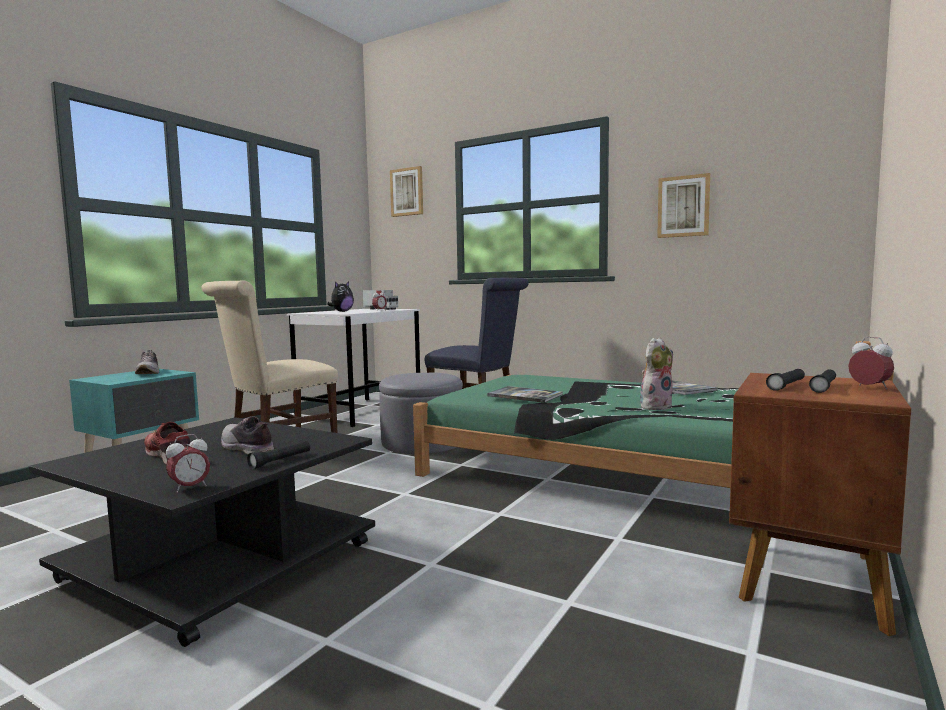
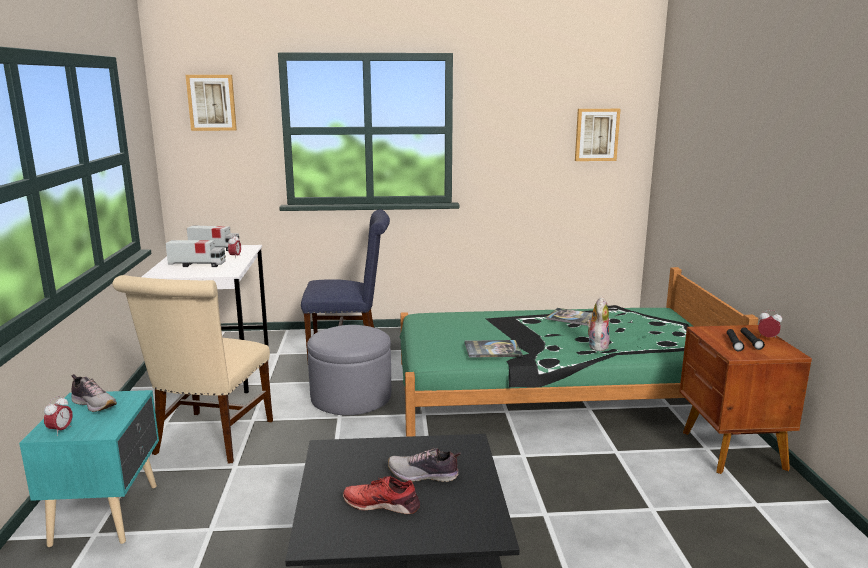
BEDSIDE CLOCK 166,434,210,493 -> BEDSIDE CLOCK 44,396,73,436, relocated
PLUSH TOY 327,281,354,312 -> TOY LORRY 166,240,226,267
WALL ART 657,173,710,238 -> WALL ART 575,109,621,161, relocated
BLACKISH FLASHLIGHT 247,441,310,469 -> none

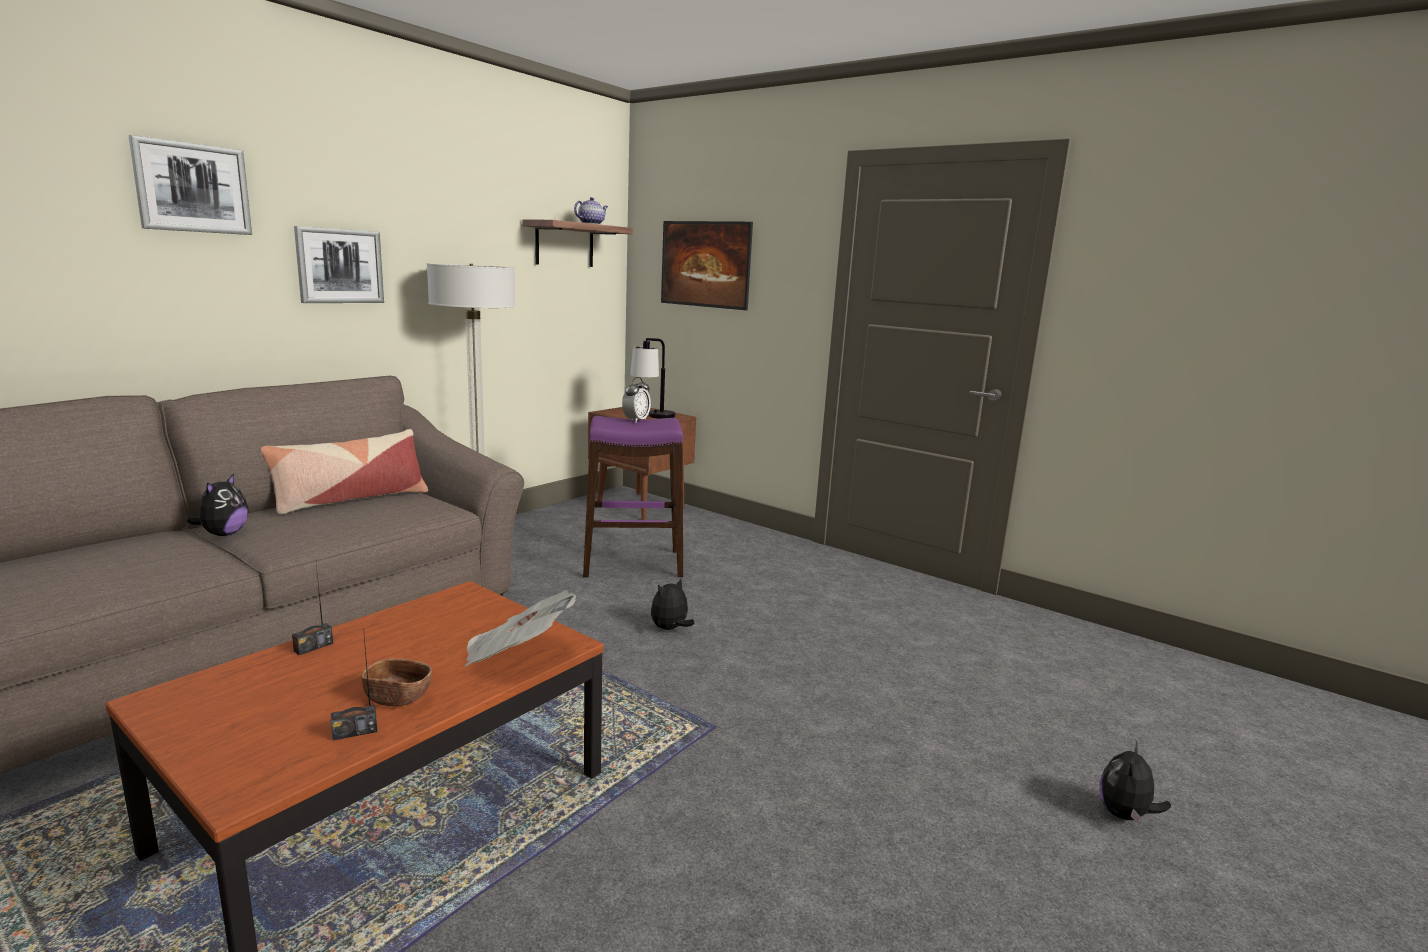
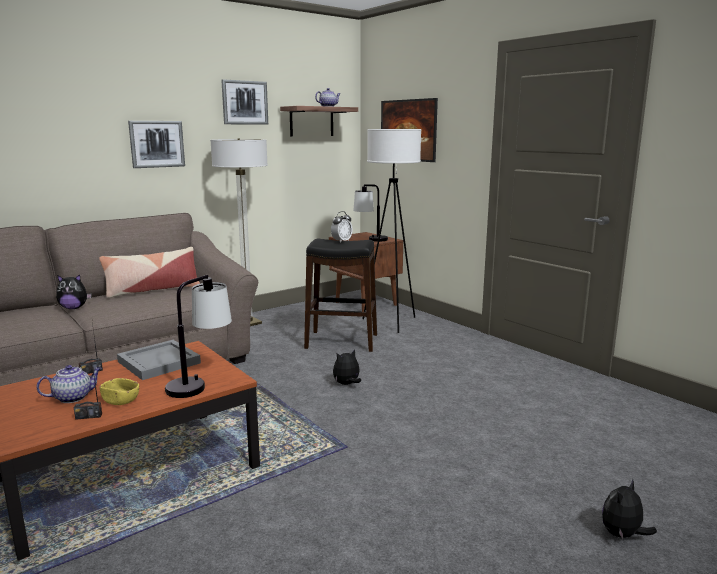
none -> TEA POT 36,365,102,403
PLUSH TOY 186,473,249,536 -> PLUSH TOY 56,274,92,309, 60 degrees clockwise
BROWN BOWL 361,658,432,706 -> YELLOW-COLOURED BOWL 100,378,139,405
none -> GREY SERVING TRAY 117,340,201,380
PRINTED PAPER 464,590,576,666 -> LAMP FOR A TABLE 165,275,232,398
WALL ART 129,135,252,235 -> WALL ART 221,79,268,125, relocated
PURPLISH STOOL SEAT 583,416,683,578 -> BLACKISH STOOL SEAT 304,238,377,352
none -> WHITISH STANDING LAMP 362,129,422,333

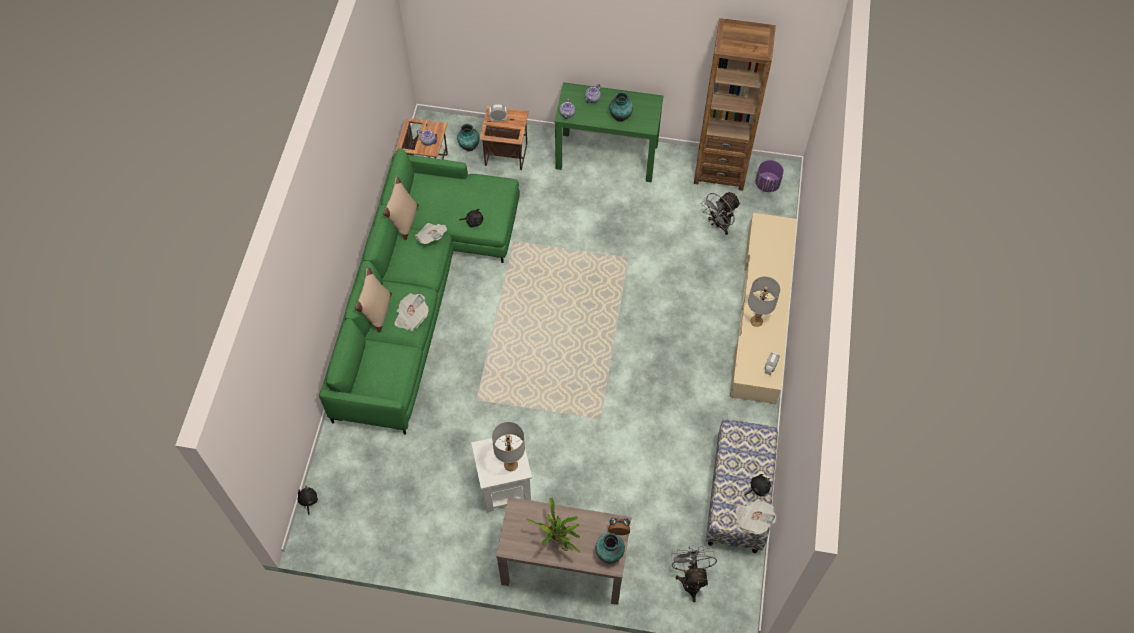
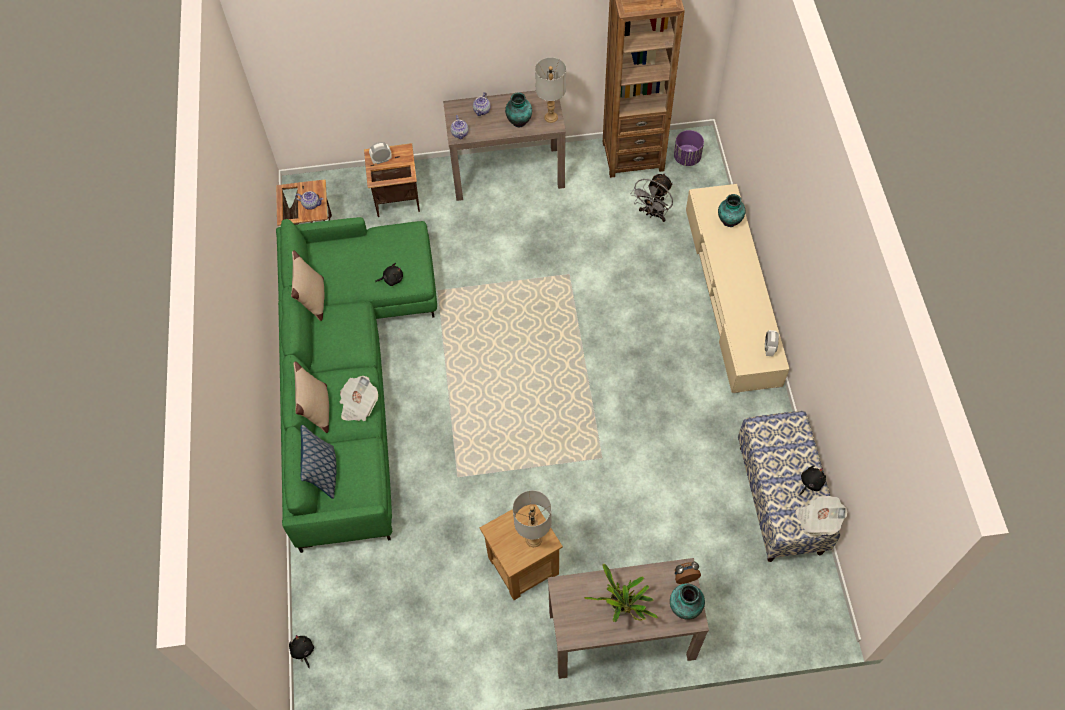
none -> THROW PILLOW 301,425,337,499
GREENISH CONSOLE TABLE 554,82,664,183 -> BROWN CONSOLE TABLE 443,90,566,201
WHITISH END TABLE 471,434,532,512 -> BROWN END TABLE 480,504,563,600
GREY LAMP FOR A TABLE 748,276,780,327 -> GREY LAMP FOR A TABLE 535,57,566,123, relocated
VASE 457,124,480,152 -> VASE 718,194,745,227, relocated
PRINTED PAPER 415,223,448,244 -> none
GREY ELECTRIC FAN 671,546,717,602 -> none

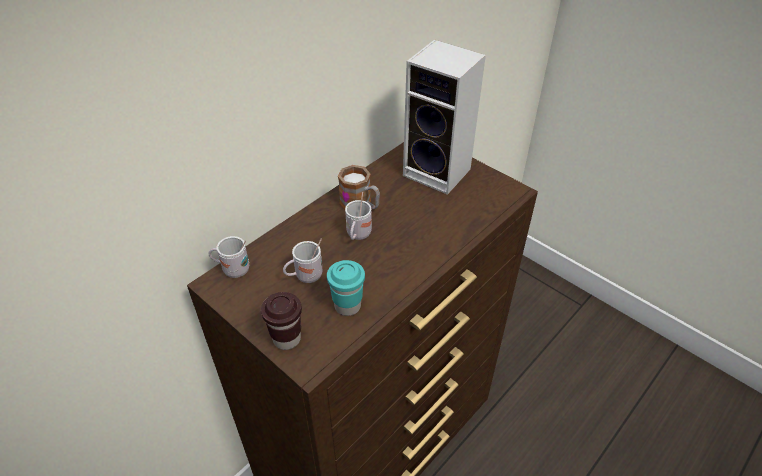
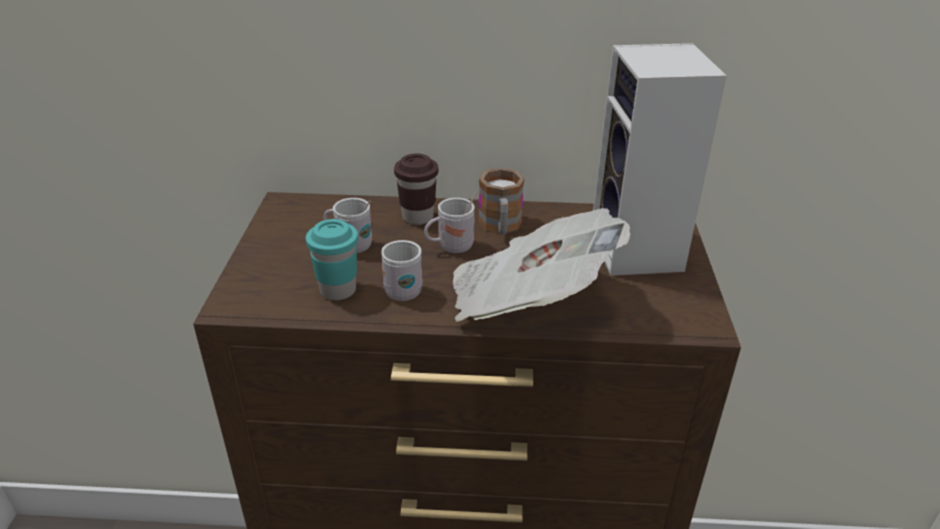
WHITISH COFFEE MUG 209,236,249,278 -> WHITISH COFFEE MUG 381,240,423,301, relocated
BROWN DRINKING CUP 261,292,302,350 -> BROWN DRINKING CUP 394,153,438,225, relocated
none -> PRINTED PAPER 453,208,631,322

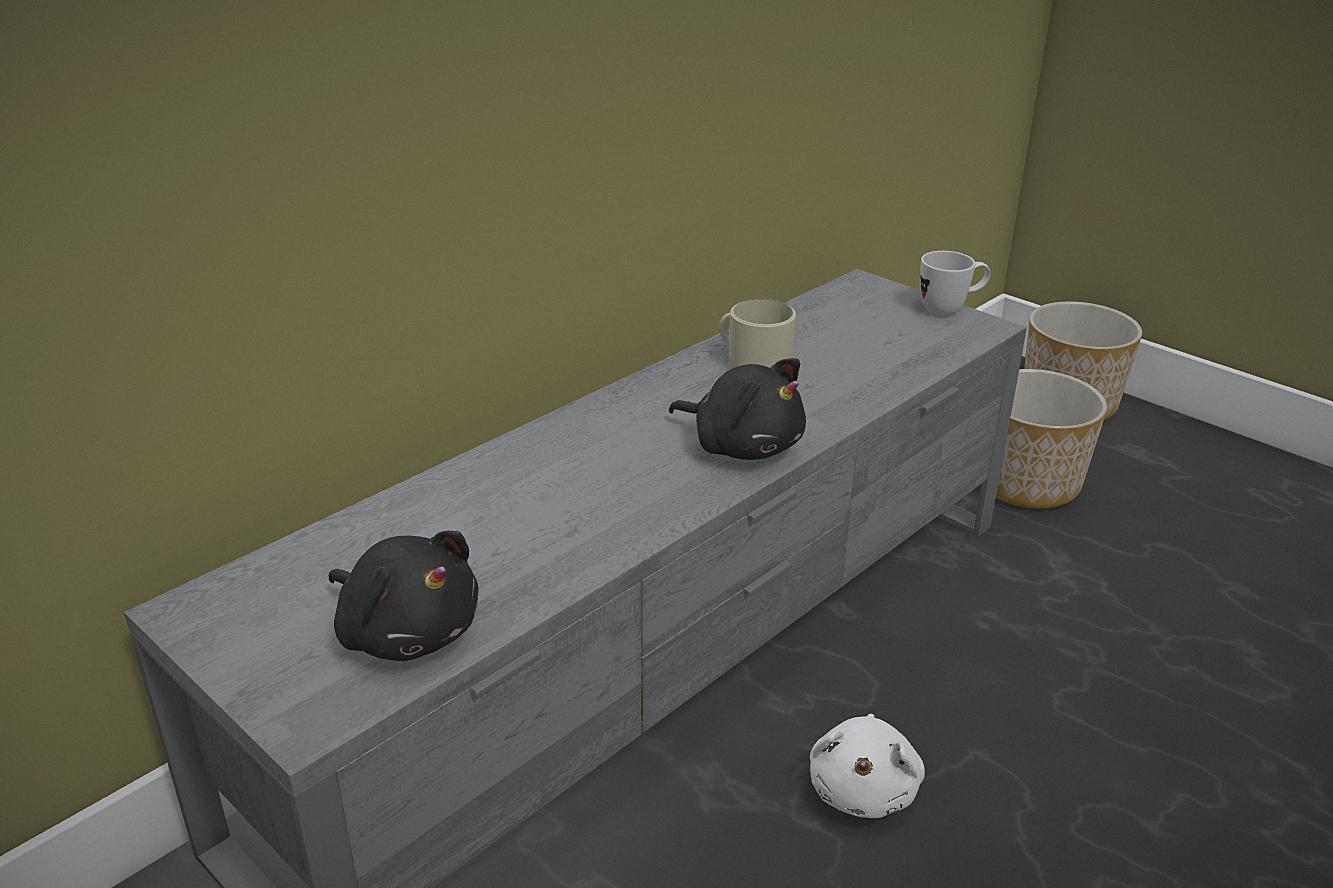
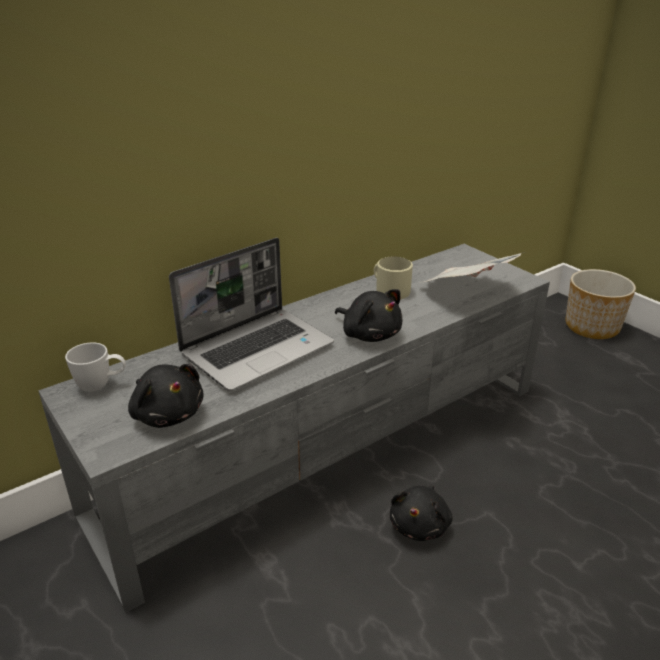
WHITISH COFFEE MUG 920,251,991,315 -> WHITISH COFFEE MUG 65,342,126,392, relocated
none -> NOTEBOOK COMPUTER 169,238,334,391
WHITISH PLUSH TOY 810,714,925,818 -> BLACKISH PLUSH TOY 390,485,453,541
none -> PRINTED PAPER 421,252,525,283
PLANT POT 996,369,1107,509 -> none

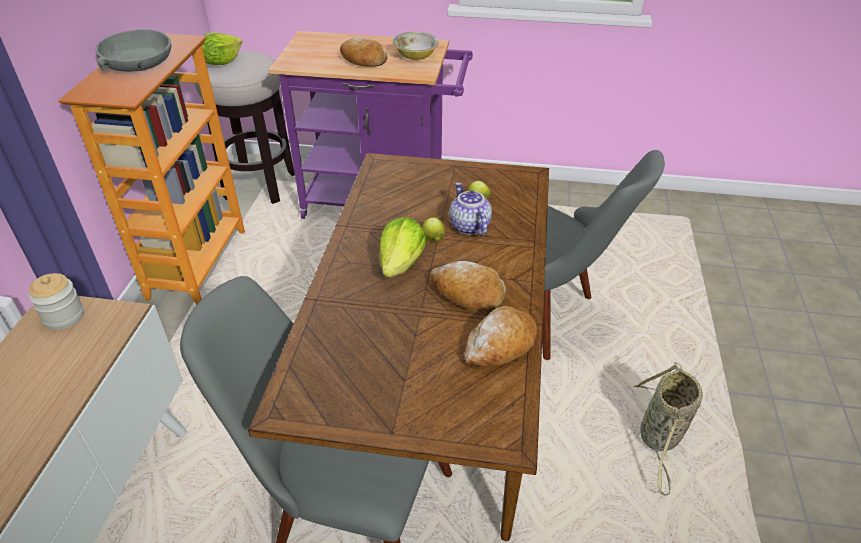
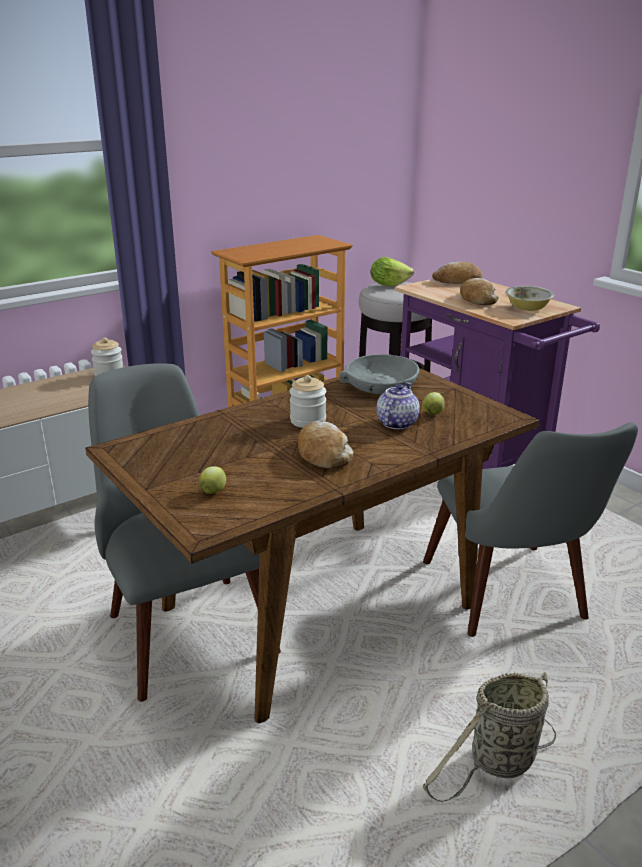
WHOLE APPLE 422,217,445,242 -> WHOLE APPLE 199,466,226,494, relocated
HEAD OF LETTUCE 379,217,426,277 -> JAR 289,375,326,428
GREY BOWL 96,29,171,72 -> GREY BOWL 340,354,419,394, relocated
BREAD 465,306,537,367 -> BREAD 432,262,482,284, relocated

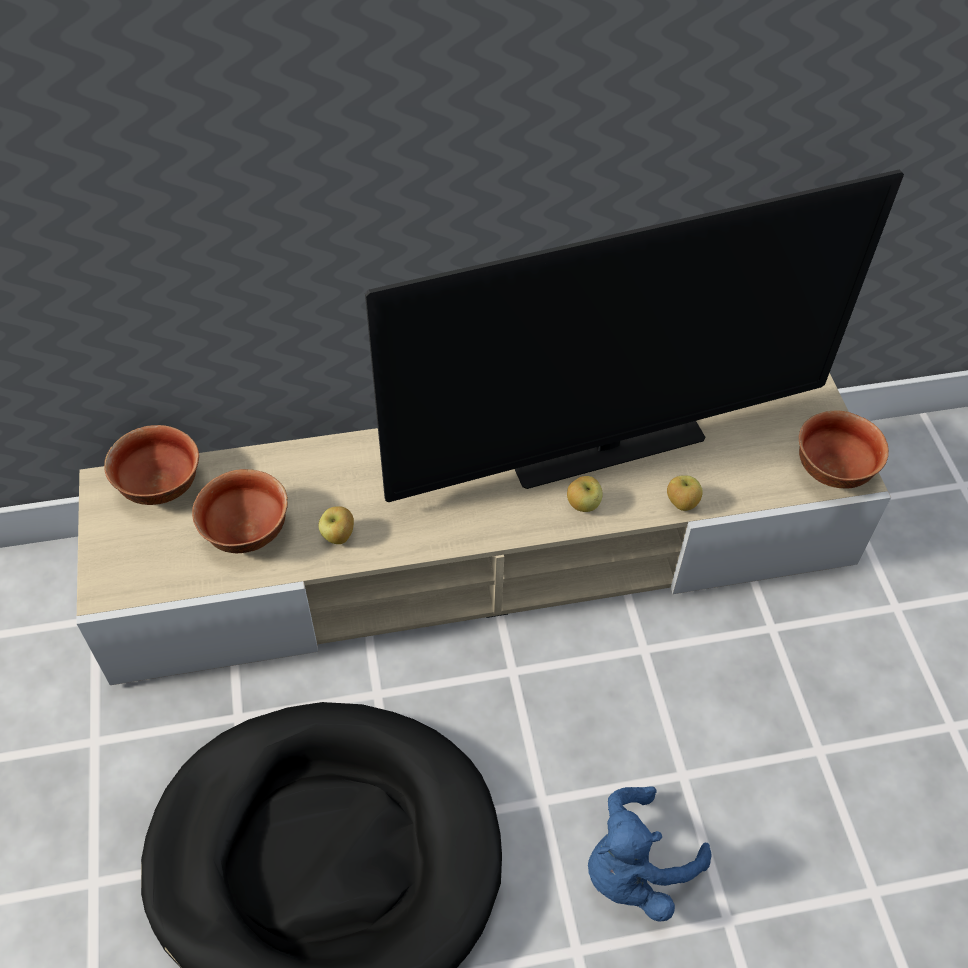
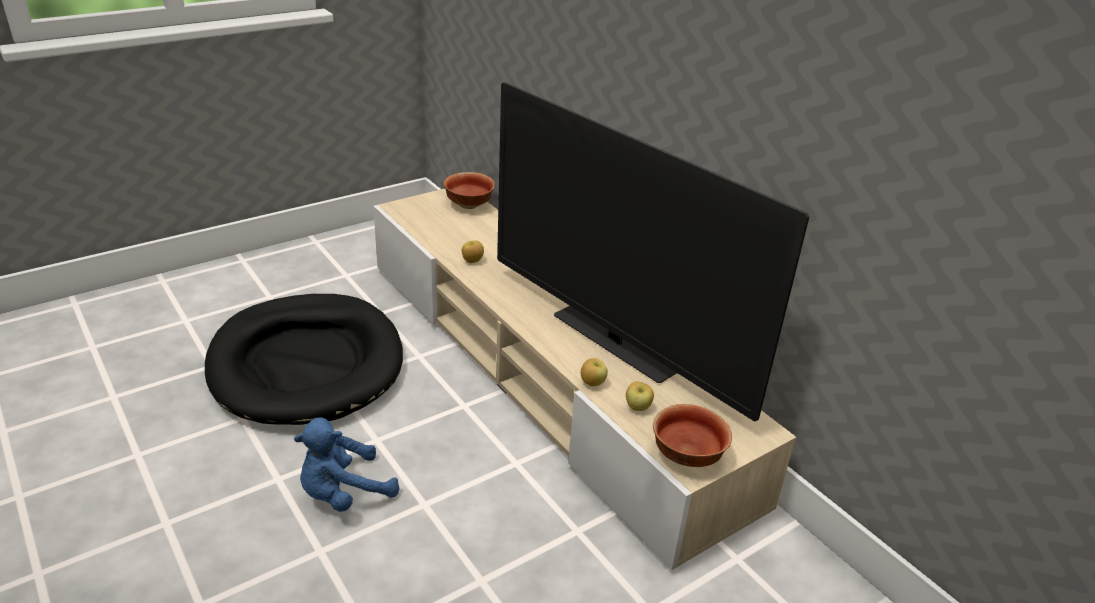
BLUE-COLOURED PLUSH TOY 588,786,712,922 -> BLUE-COLOURED PLUSH TOY 294,417,399,512, 60 degrees counterclockwise
WHOLE APPLE 567,476,602,512 -> WHOLE APPLE 626,381,654,411, relocated
BOWL 192,469,288,553 -> none

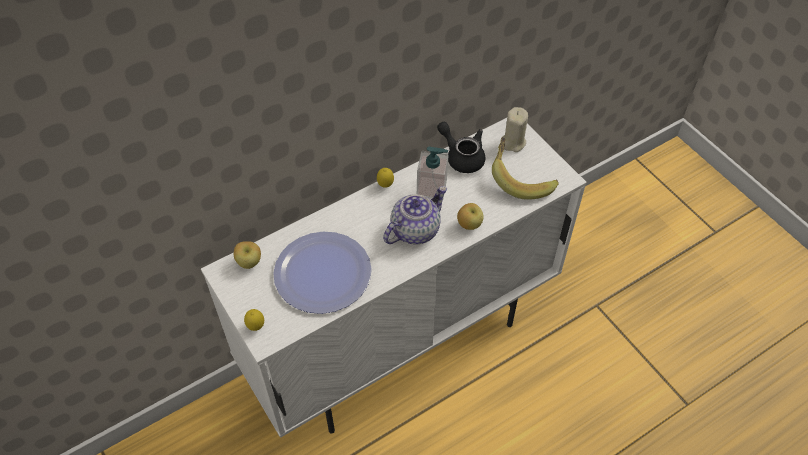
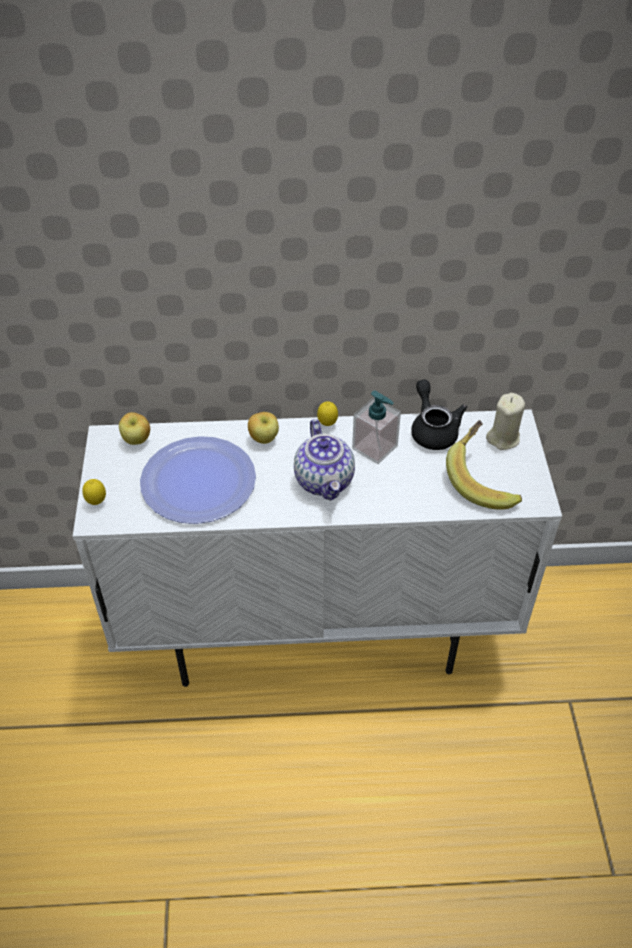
WHOLE APPLE 457,203,484,230 -> WHOLE APPLE 248,412,279,444, relocated
TEA POT 383,186,447,244 -> TEA POT 294,419,355,501, 90 degrees clockwise

